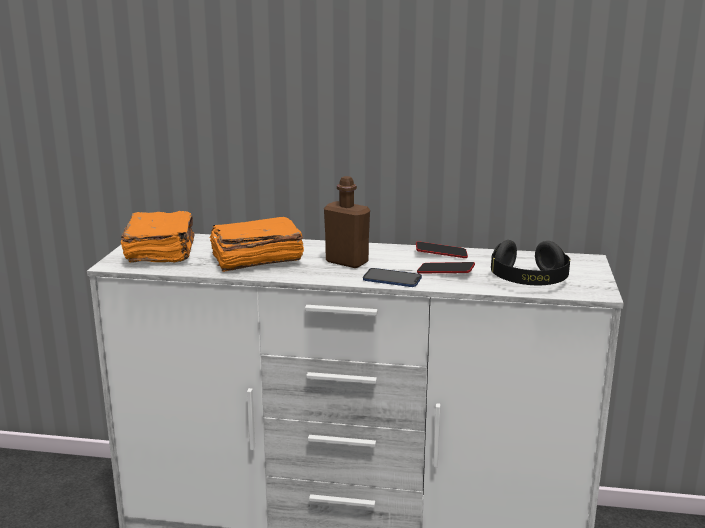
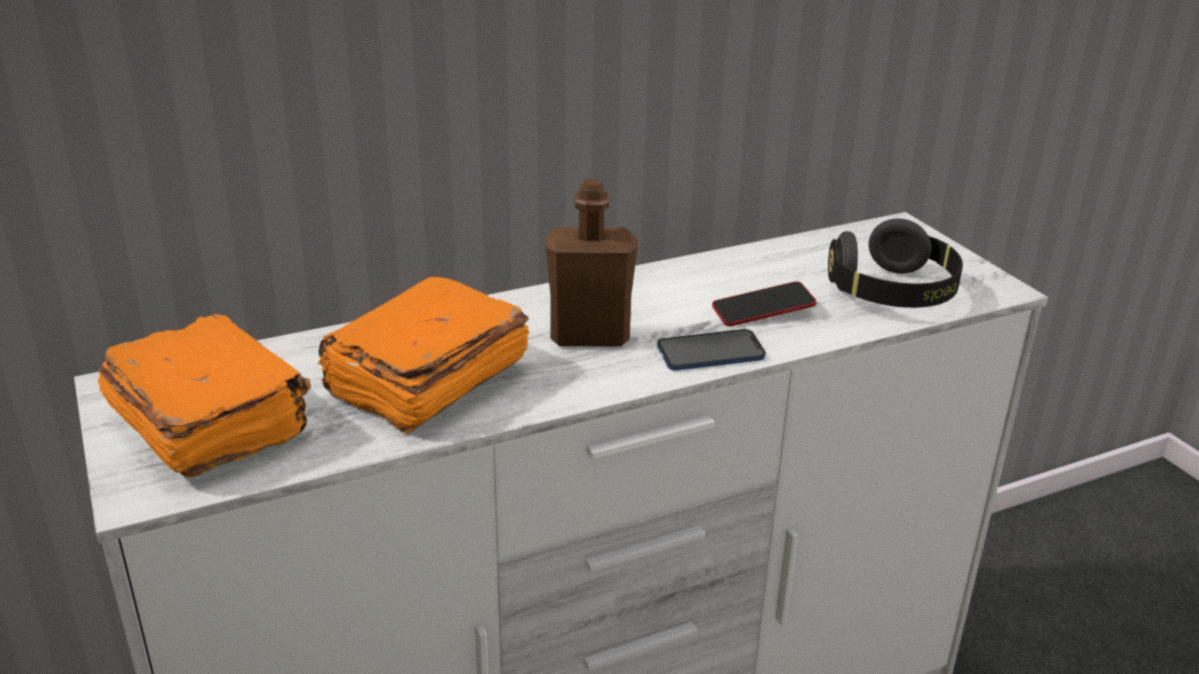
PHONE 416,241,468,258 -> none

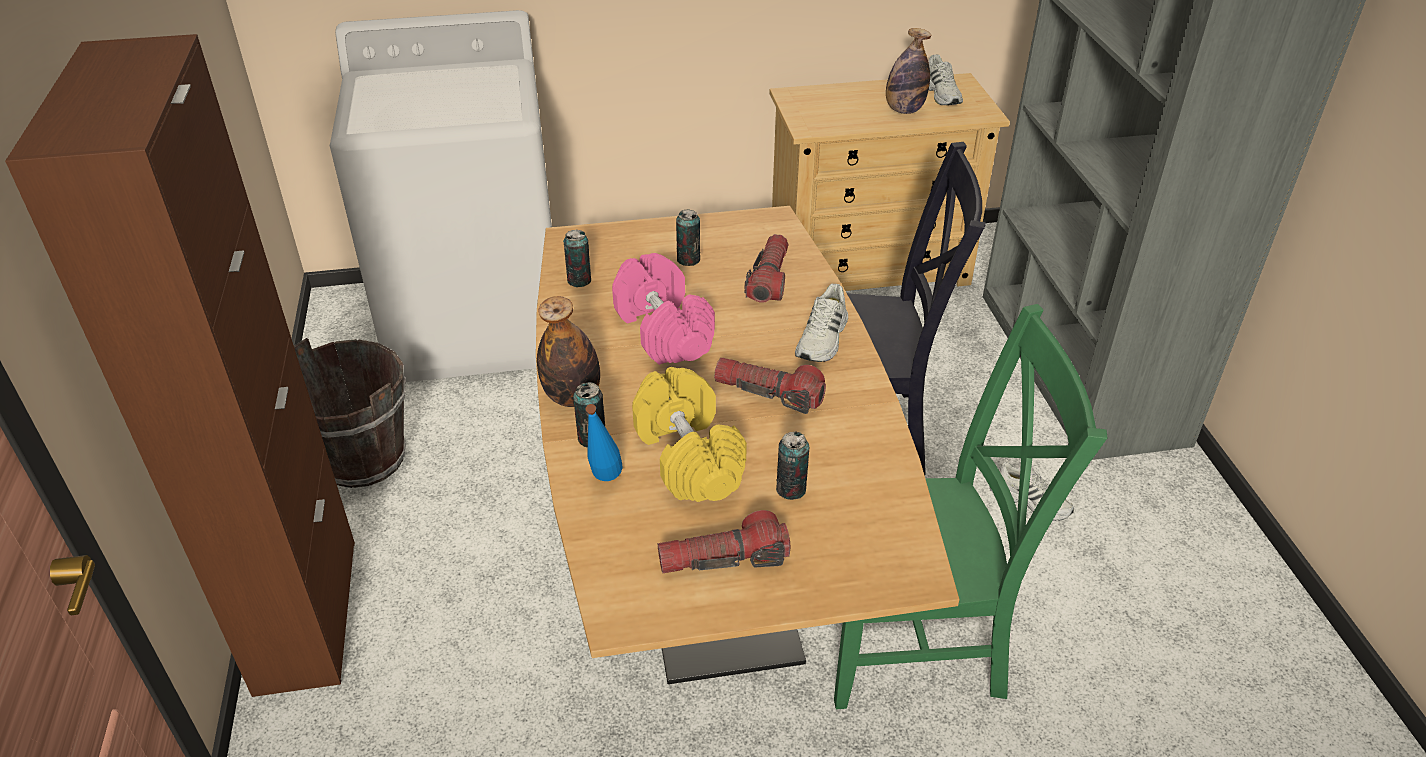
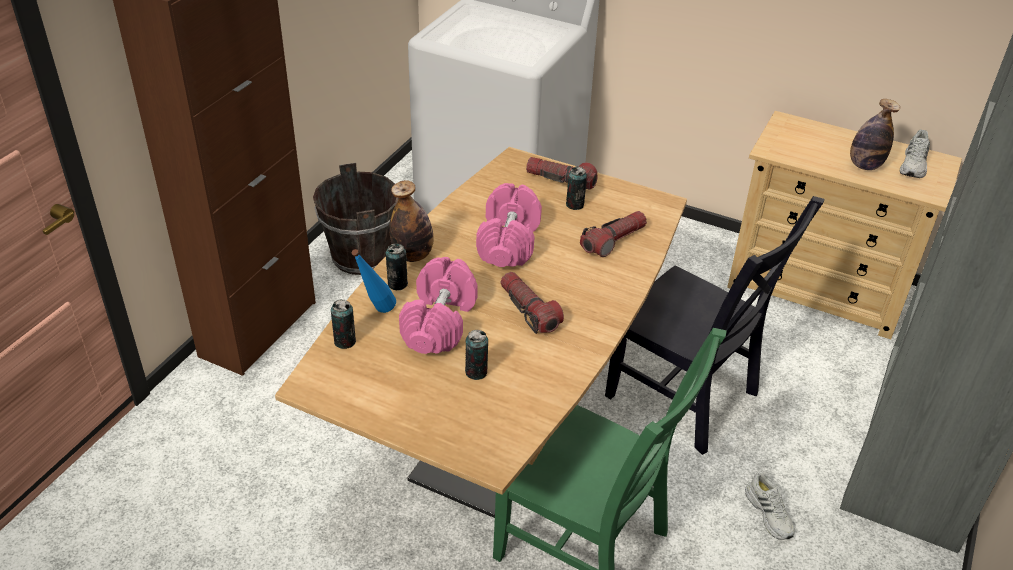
SEALED CAN 563,230,591,287 -> SEALED CAN 331,300,356,349, relocated
YELLOW-COLOURED FREE WEIGHT 632,367,747,502 -> PINK FREE WEIGHT 399,257,478,354
FLASHLIGHT 657,510,790,573 -> FLASHLIGHT 526,157,598,191, relocated
WHITISH ITEM OF FOOTWEAR 795,284,848,362 -> none

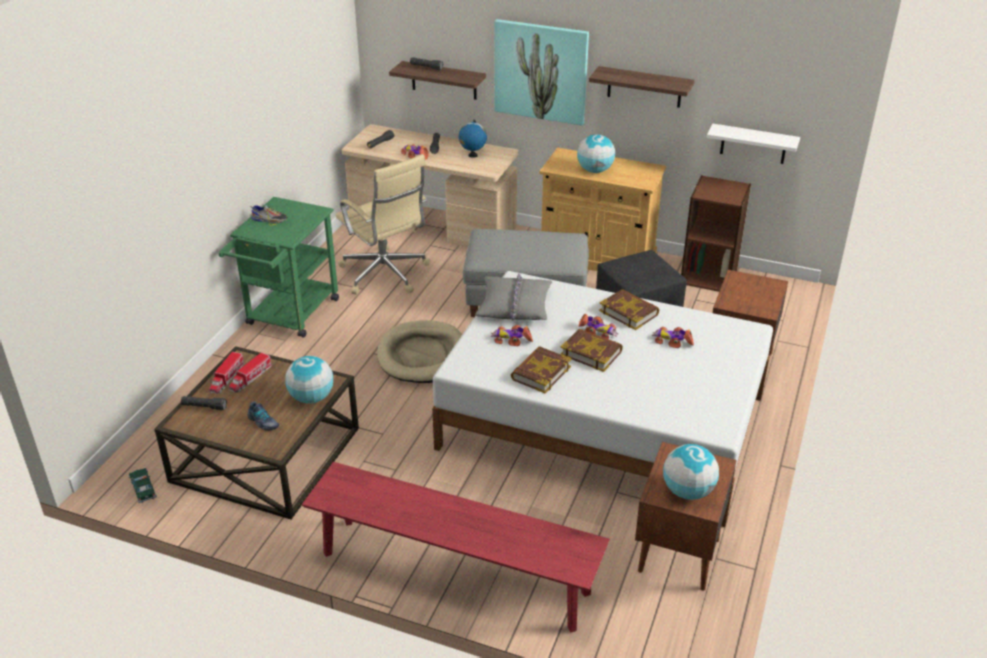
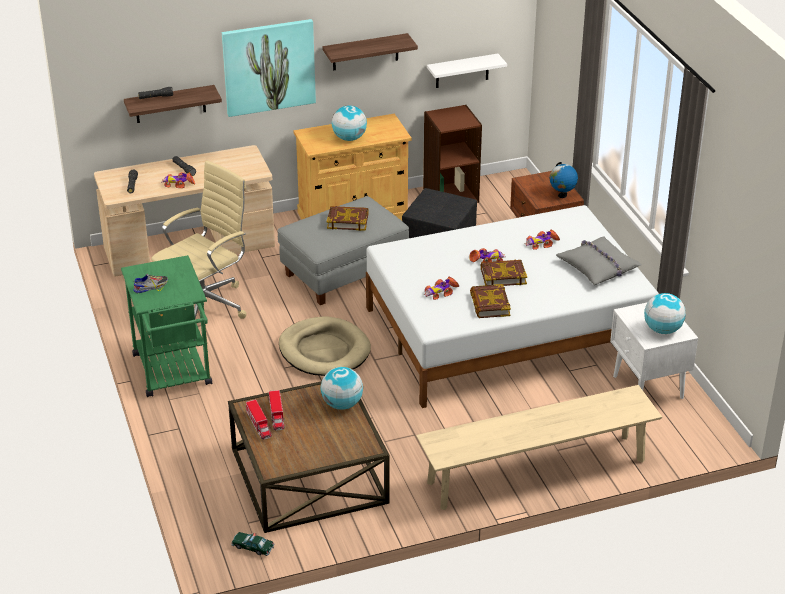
BEIGE COMPUTER CHAIR 336,154,431,294 -> BEIGE COMPUTER CHAIR 151,161,247,319, 60 degrees counterclockwise
BOOK 599,289,659,330 -> BOOK 327,206,369,231, relocated
RED BENCH 302,462,610,632 -> BEIGE BENCH 416,385,662,510
GLOBE 459,120,487,158 -> GLOBE 550,162,578,198, relocated
GREY THROW PILLOW 475,273,552,320 -> GREY THROW PILLOW 556,236,642,285, relocated
BROWN NIGHT TABLE 635,442,737,591 -> WHITISH NIGHT TABLE 610,302,698,399
BLACKISH FLASHLIGHT 181,396,227,410 -> none
ITEM OF FOOTWEAR 248,402,279,431 -> none

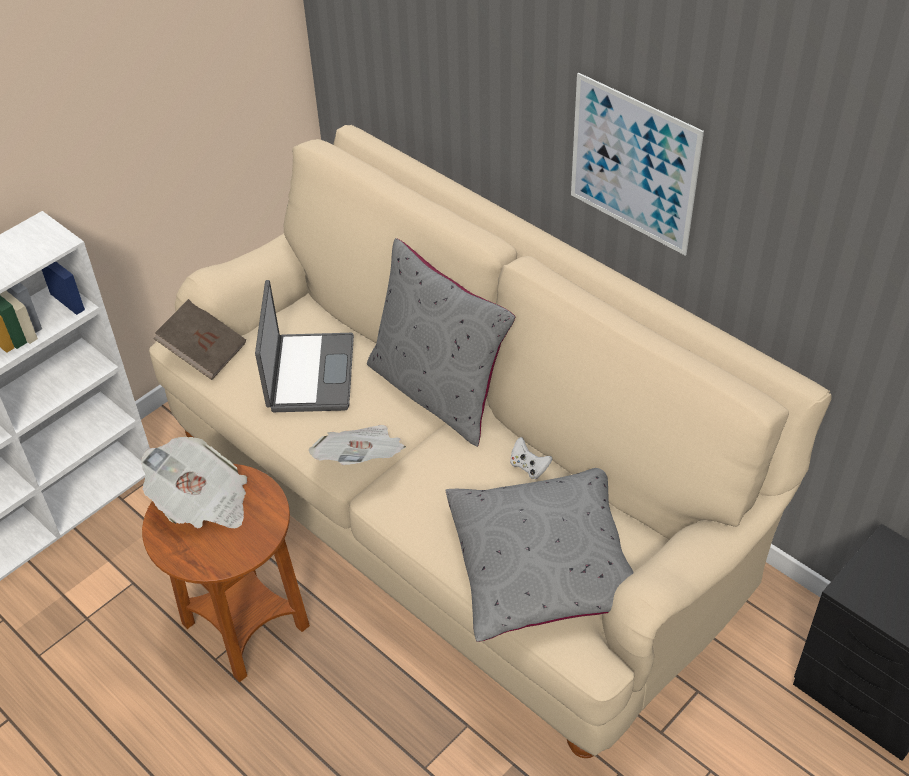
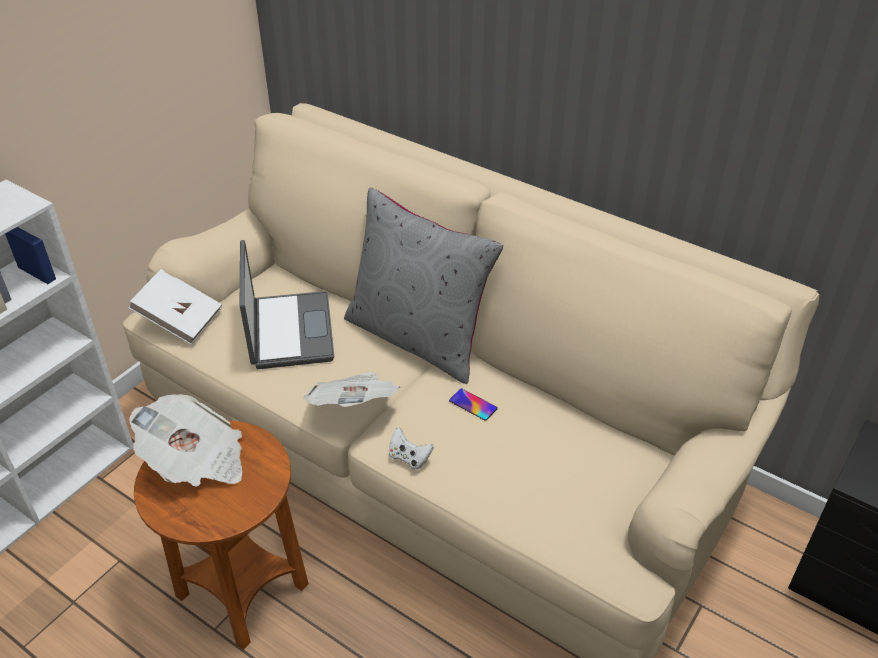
BROWN BOOK 153,299,246,380 -> WHITISH BOOK 129,269,222,344
WHITISH JOYPAD 510,437,552,479 -> WHITISH JOYPAD 389,427,434,470, relocated
none -> PHONE 449,388,498,421
GREY THROW PILLOW 445,468,634,642 -> none
WALL ART 571,72,704,255 -> none

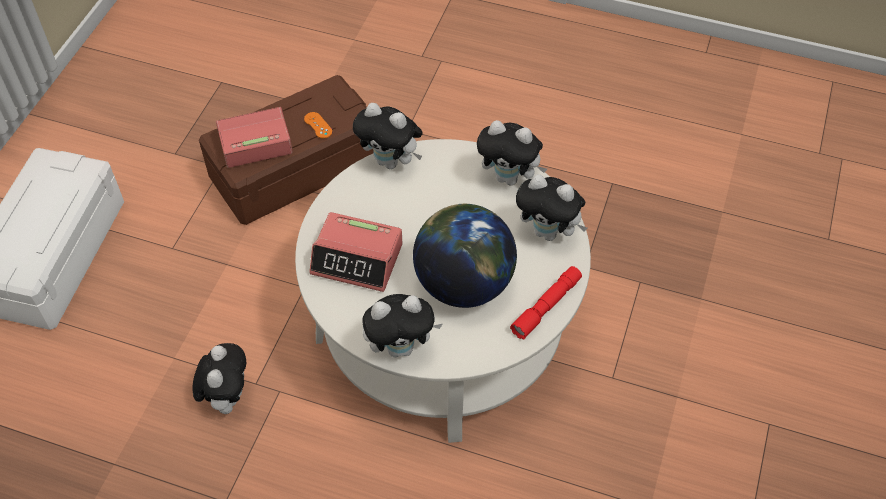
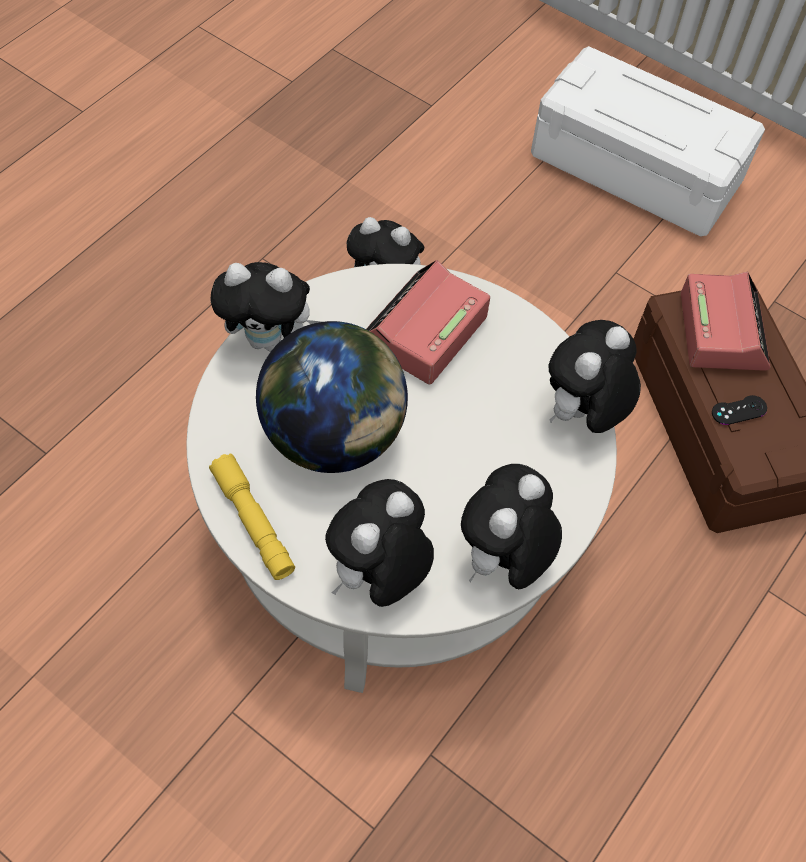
RED FLASHLIGHT 510,266,582,340 -> YELLOW-COLOURED FLASHLIGHT 209,454,295,580
PLUSH TOY 363,294,442,358 -> PLUSH TOY 210,262,322,351, 90 degrees counterclockwise
ORANGE-COLOURED JOYPAD 304,112,332,138 -> BLACKISH JOYPAD 712,395,767,425

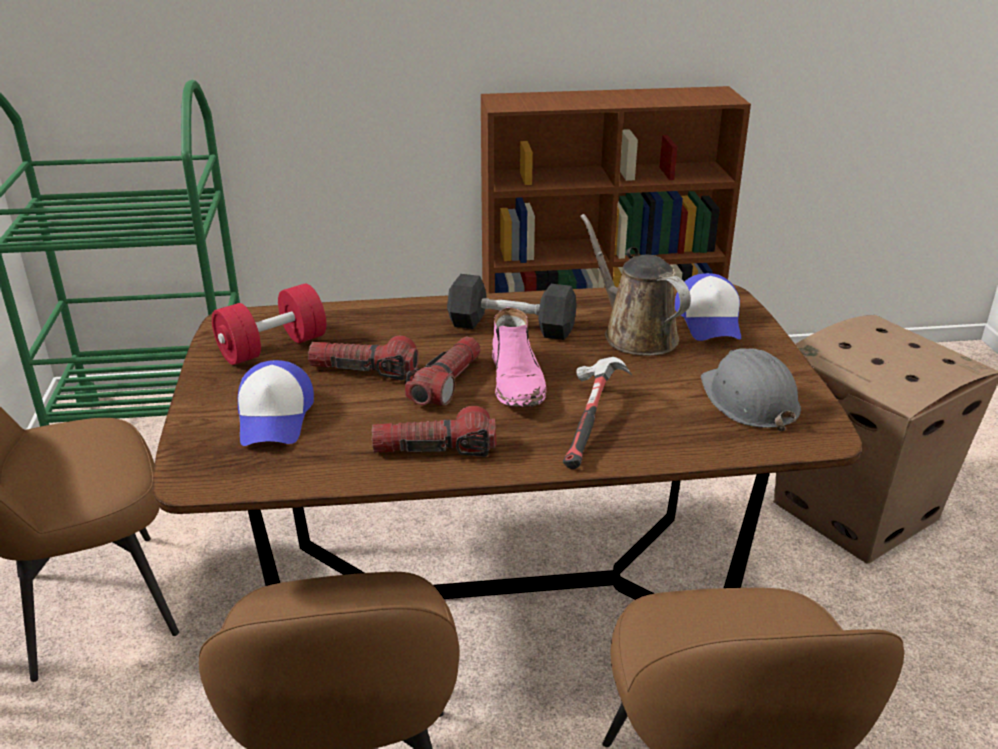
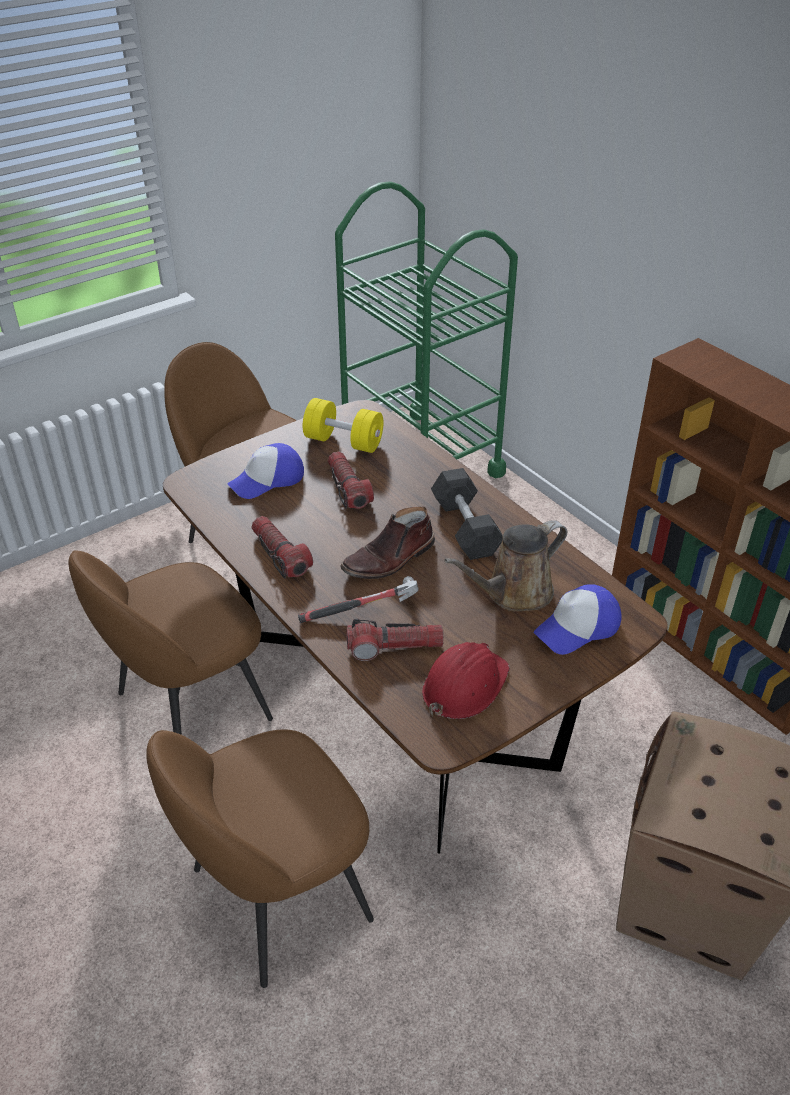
RED FREE WEIGHT 212,284,326,365 -> YELLOW-COLOURED FREE WEIGHT 303,398,383,453
PINK HIGH-TOP BOOT 492,307,546,407 -> BROWN HIGH-TOP BOOT 340,506,435,579
FLASHLIGHT 405,337,481,406 -> FLASHLIGHT 346,619,444,661, relocated
GREY HARD HAT 701,348,801,431 -> RED HARD HAT 422,642,510,719
BROWN WATERING POT 580,214,691,356 -> BROWN WATERING POT 444,520,567,611, 150 degrees counterclockwise

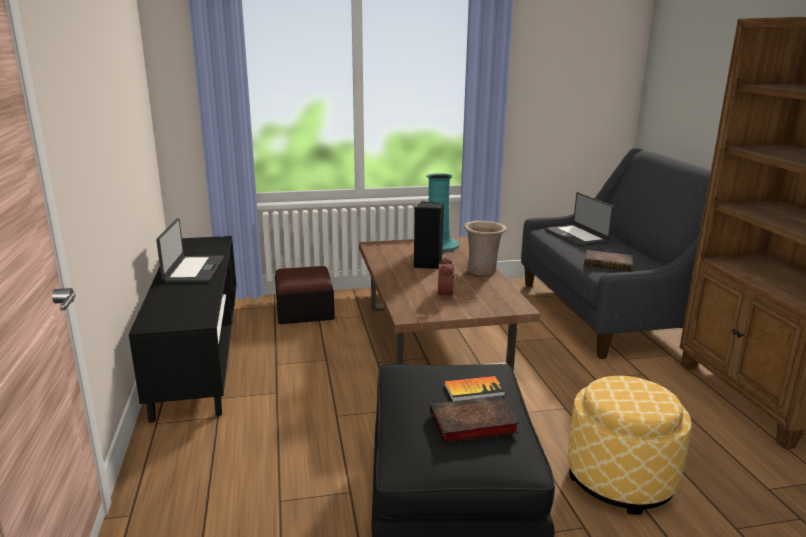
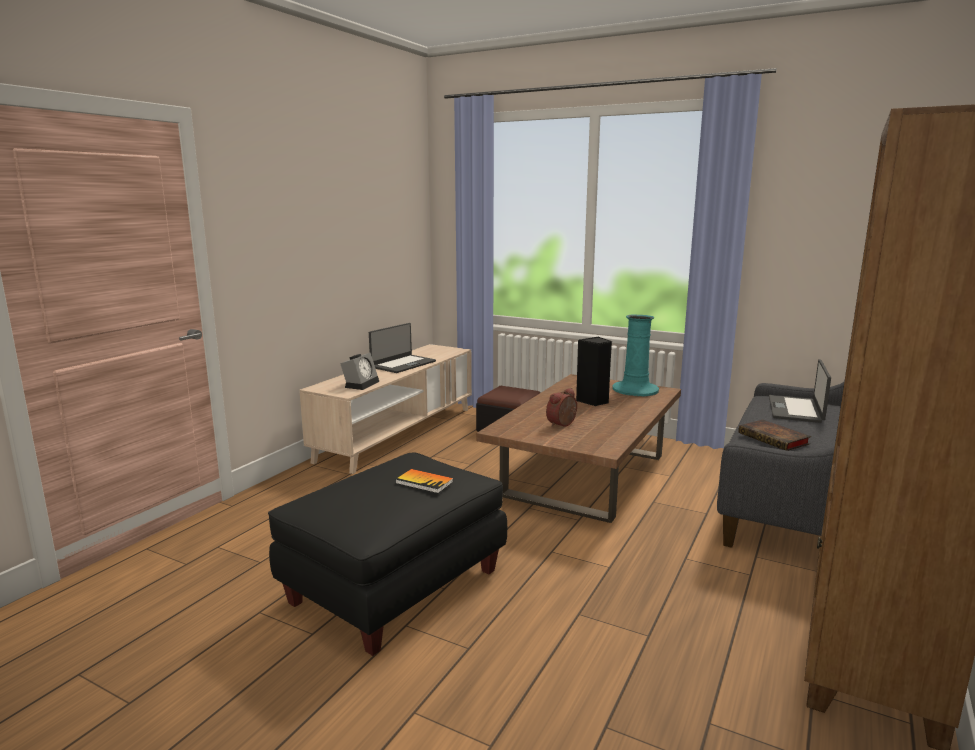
BLACKISH TV UNIT 129,236,237,423 -> BEIGE TV UNIT 299,344,472,474
none -> BEDSIDE CLOCK 340,353,379,390
BOOK 430,395,520,444 -> none
BEIGE VASE 464,221,507,276 -> none
POUFFE 568,376,692,515 -> none

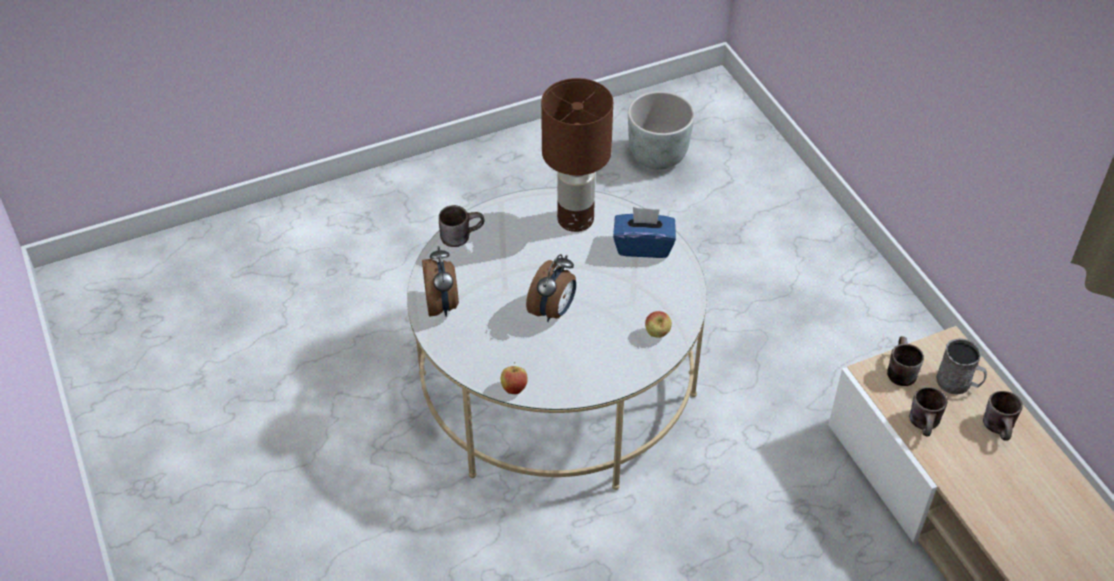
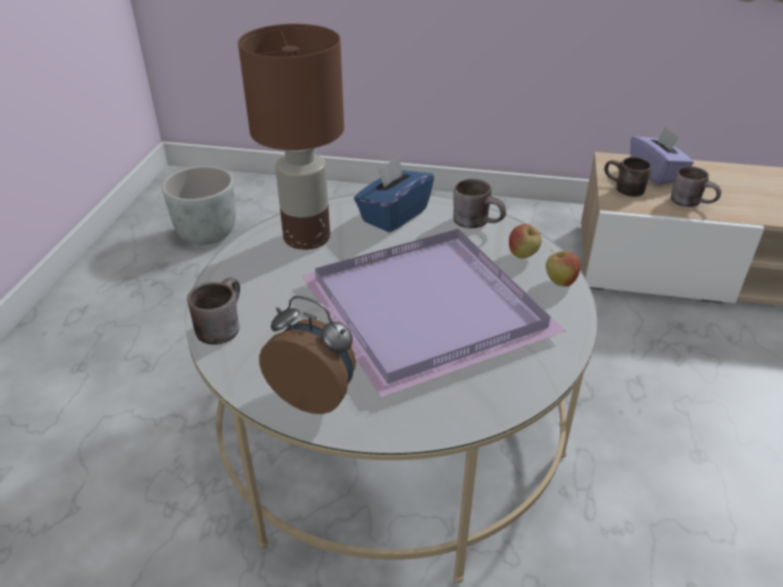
BEDSIDE CLOCK 526,254,576,322 -> PURPLISH SERVING TRAY 302,229,566,397
BROWN COFFEE MUG 983,391,1023,441 -> BROWN COFFEE MUG 453,179,506,228, relocated
WHOLE APPLE 500,362,528,394 -> WHOLE APPLE 546,250,581,287, relocated
GREY COFFEE MUG 936,338,987,395 -> PURPLISH BOX OF TISSUES 630,127,694,185

